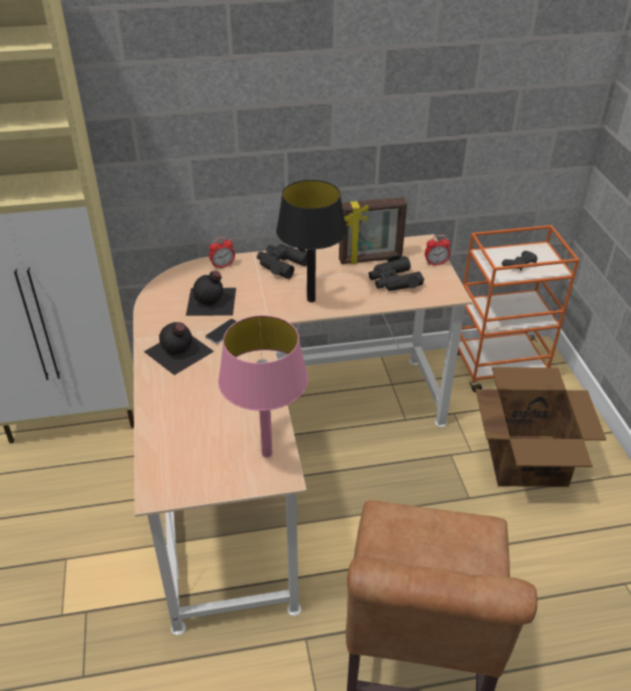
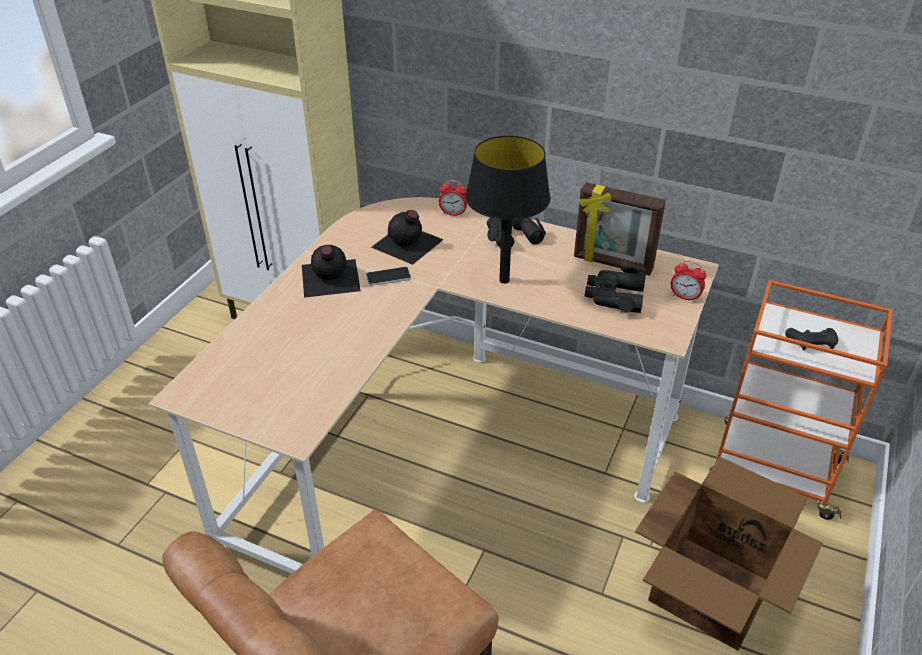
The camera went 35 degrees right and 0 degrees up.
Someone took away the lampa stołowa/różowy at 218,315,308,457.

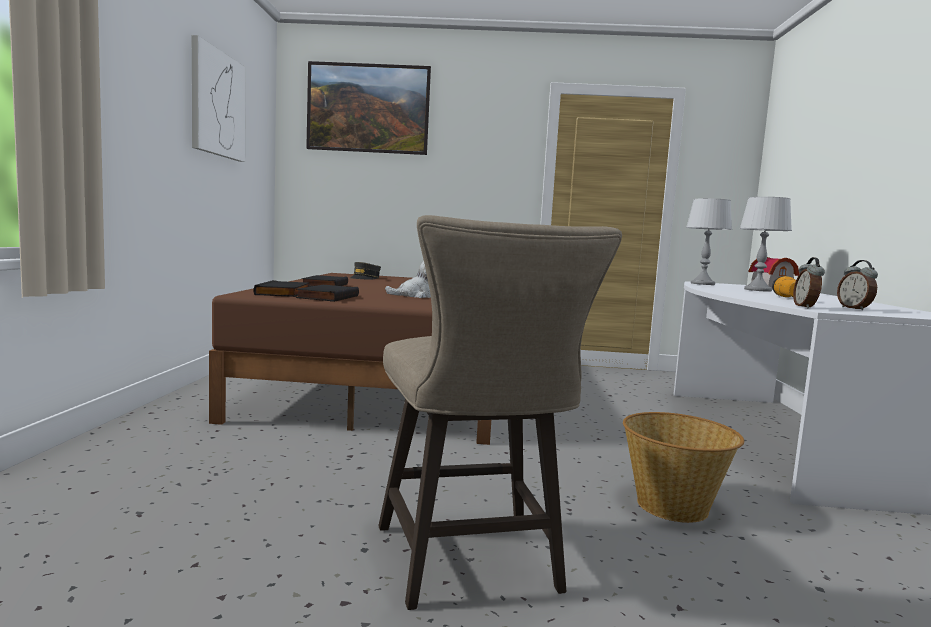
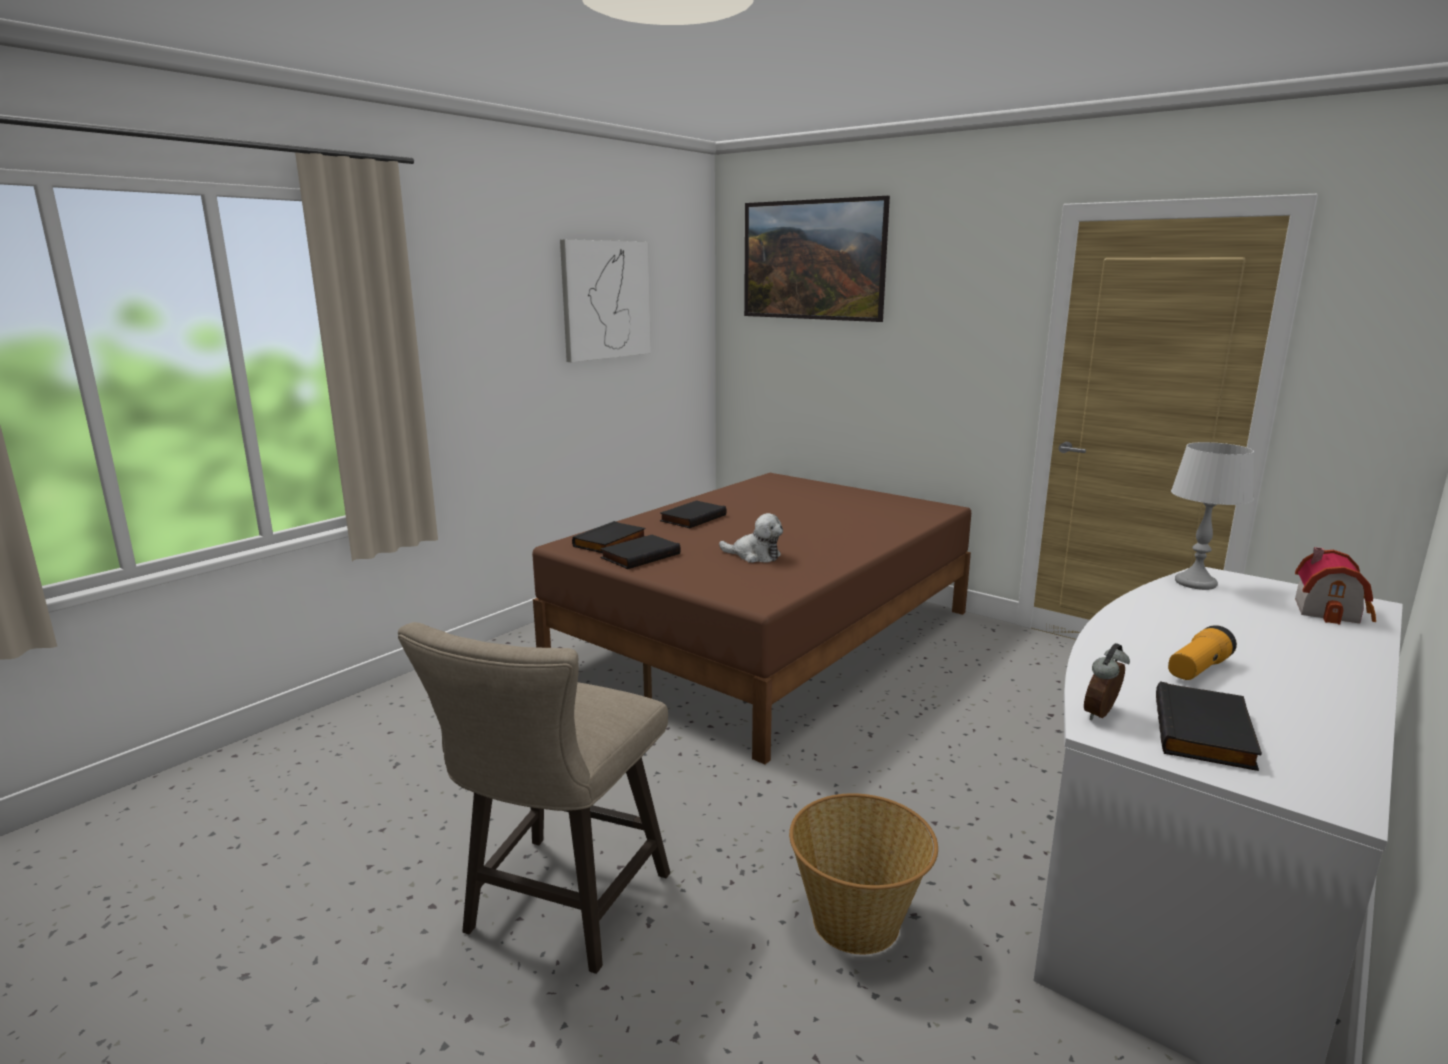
The camera went 35 degrees right and 10 degrees up.
Someone took away the czapka z daszkiem/szary at 350,262,381,280.
Someone took away the lampa stołowa/szary at 740,197,792,292.
Someone swapped the budzik at 837,260,878,310 for the książka/czarny at 1156,681,1262,771.

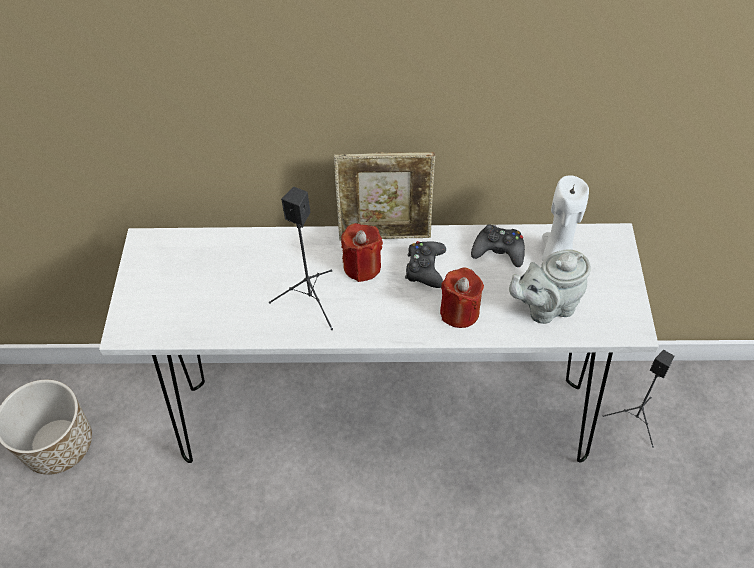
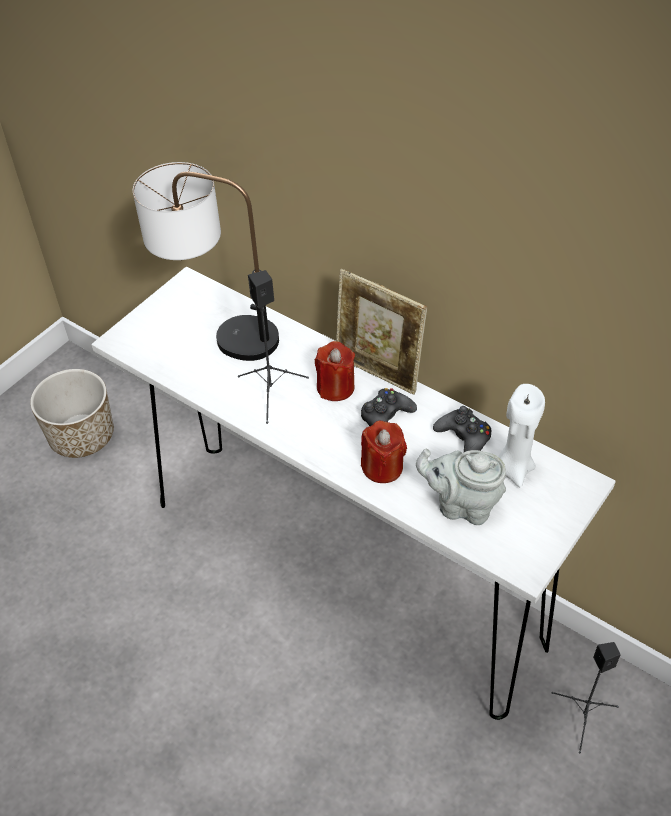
The camera went 35 degrees right and 5 degrees down.
Someone put down the lampa stołowa at 133,162,279,361.

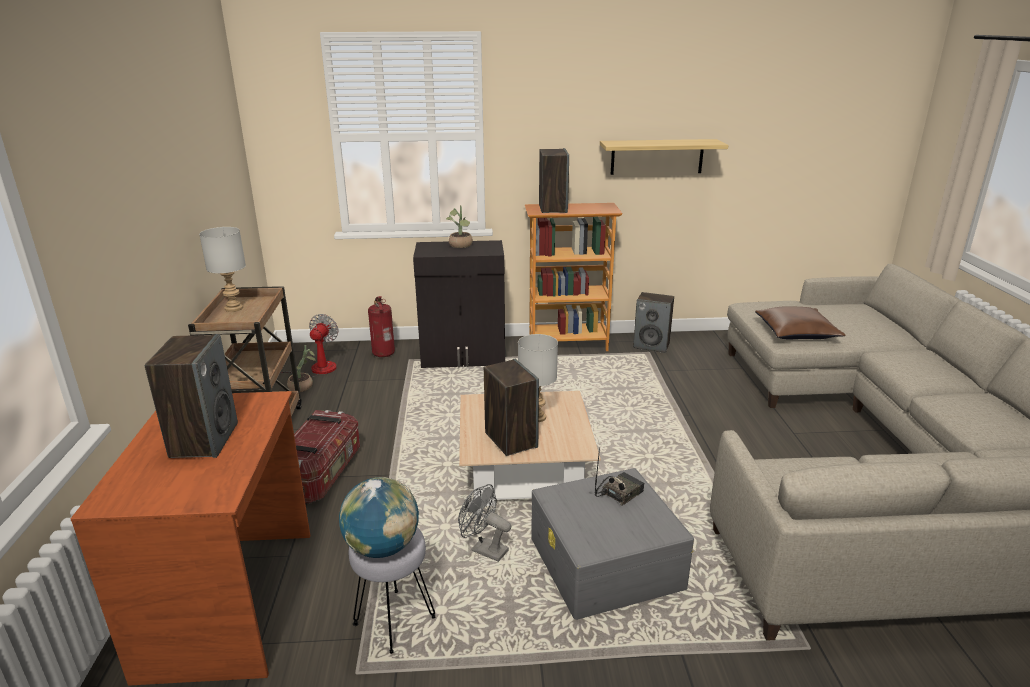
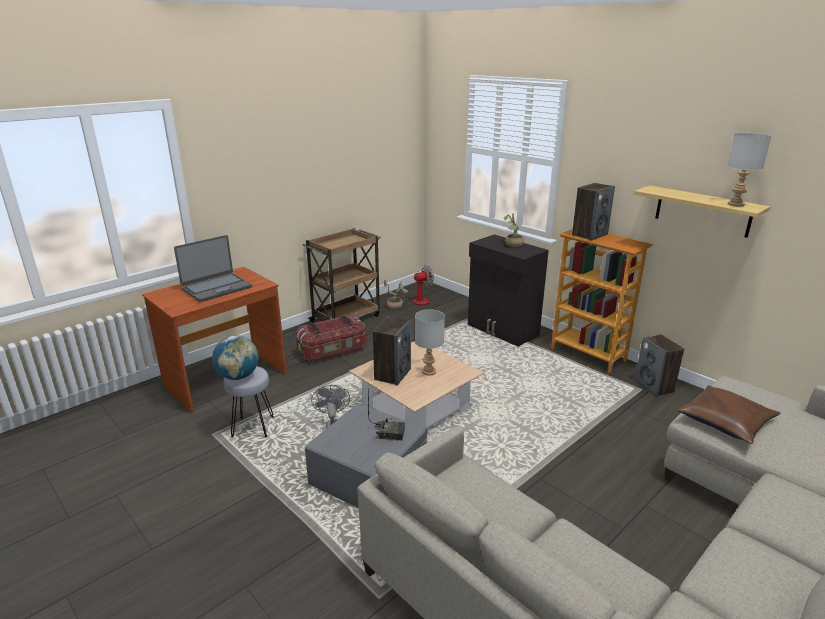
The camera went 50 degrees right and 0 degrees up.
Someone swapped the głośnik at 145,334,238,458 for the laptop at 174,235,252,302.
Someone carried the lampa stołowa/szary from 199,227,246,312 to 727,133,771,207.
Someone took away the gaśnica at 368,296,395,357.

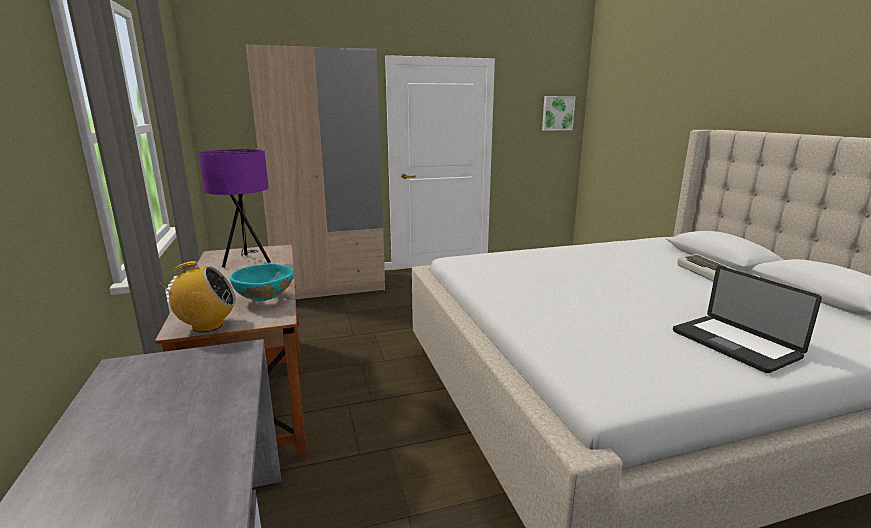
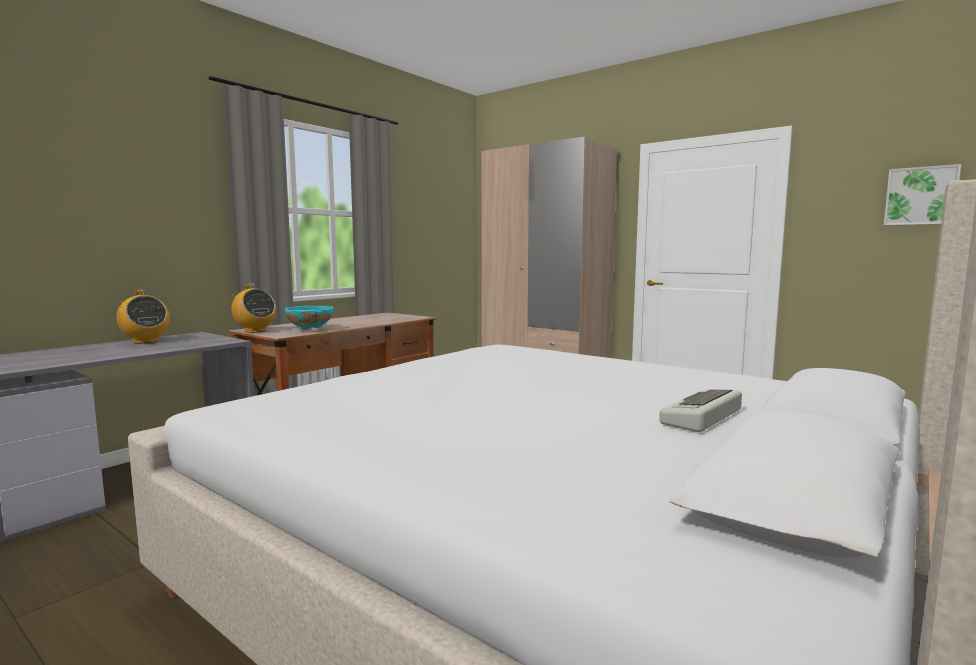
The camera went 55 degrees right and 10 degrees down.
Someone took away the lampa stołowa/fioletowy at 198,149,271,268.
Someone took away the laptop at 673,266,822,373.
Someone put down the radio at 116,290,170,344.

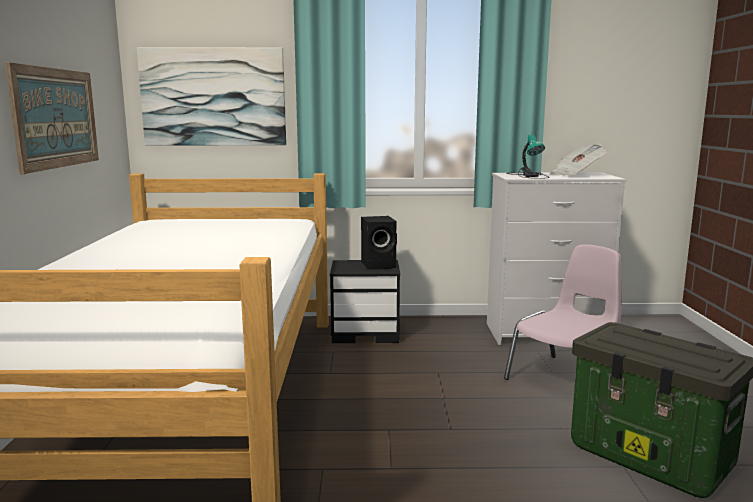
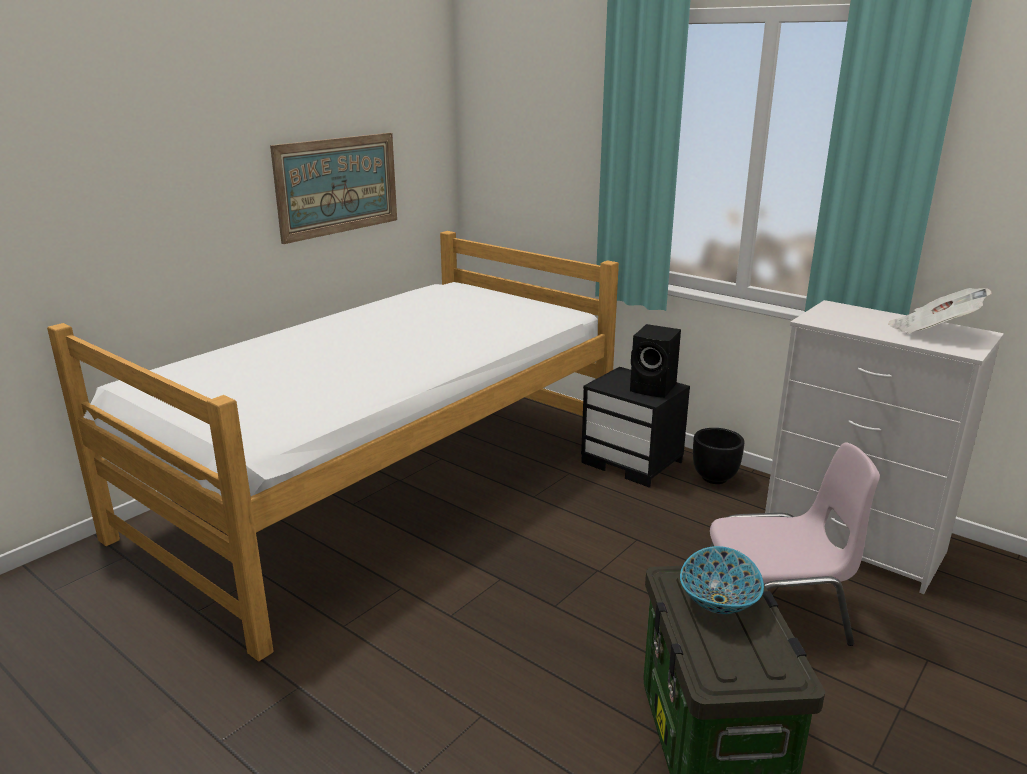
The camera went 40 degrees right and 10 degrees up.
Someone took away the obraz at 137,47,286,145.
Someone took away the lampa stołowa at 506,134,550,179.
Someone put down the miska at 680,546,764,614.
Someone put down the donica/czarny at 693,428,744,484.

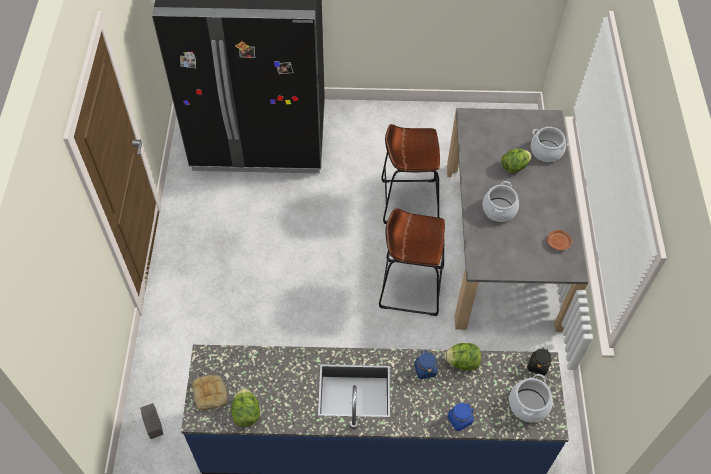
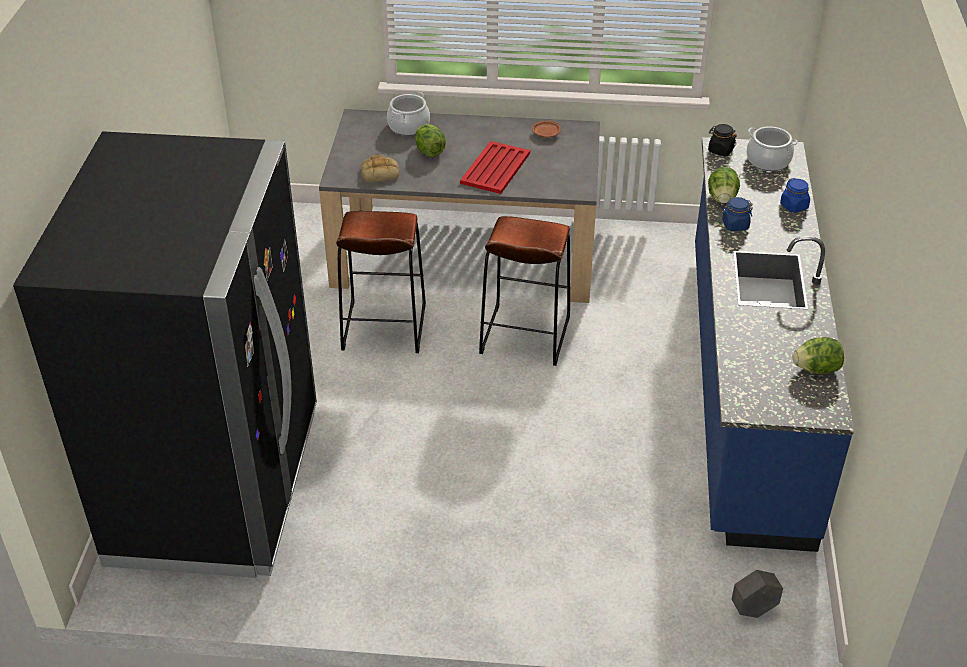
The camera went 85 degrees left and 15 degrees down.
Someone carried the chleb from 192,375,227,411 to 361,155,399,182.
Someone swapped the garnek at 482,181,519,222 for the taca/czerwony at 460,141,530,194.

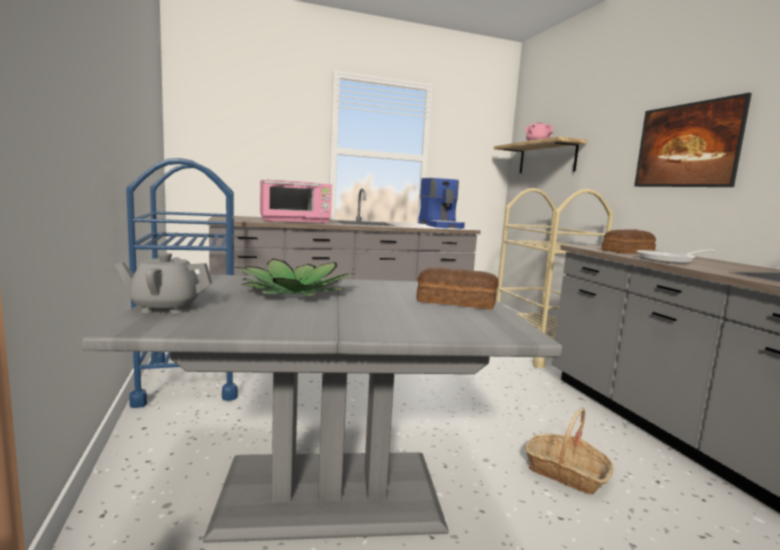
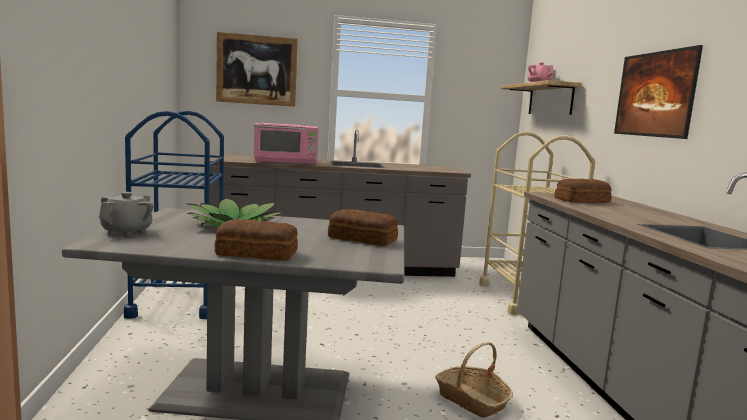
The camera went 10 degrees right and 0 degrees up.
Someone rotated the imbryk/szary at 115,253,212,314 by 105 degrees clockwise.
Someone took away the ekspres do kawy at 418,178,465,229.
Someone took away the patelnia at 637,250,715,264.
Someone put down the chleb at 214,219,298,261.
Someone put up the obraz at 216,32,298,107.

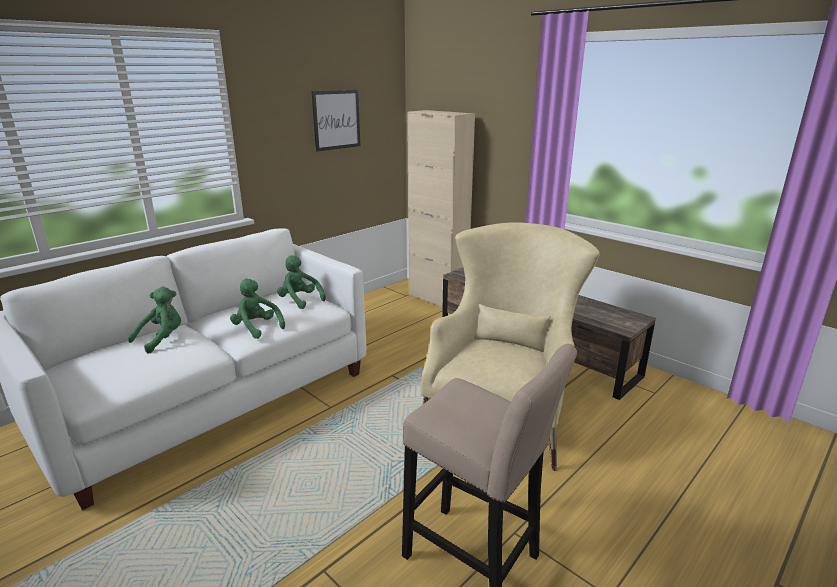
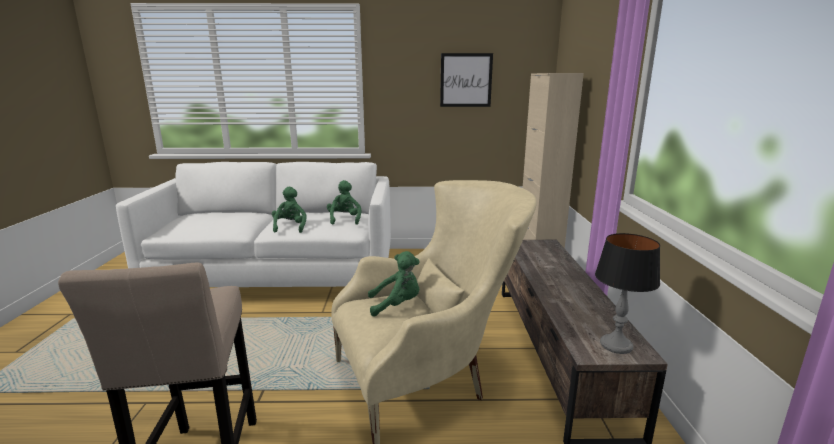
The camera went 45 degrees right and 5 degrees down.
Someone carried the pluszak/zielony from 128,287,181,354 to 368,251,419,317.
Someone put down the lampa stołowa at 595,233,660,354.

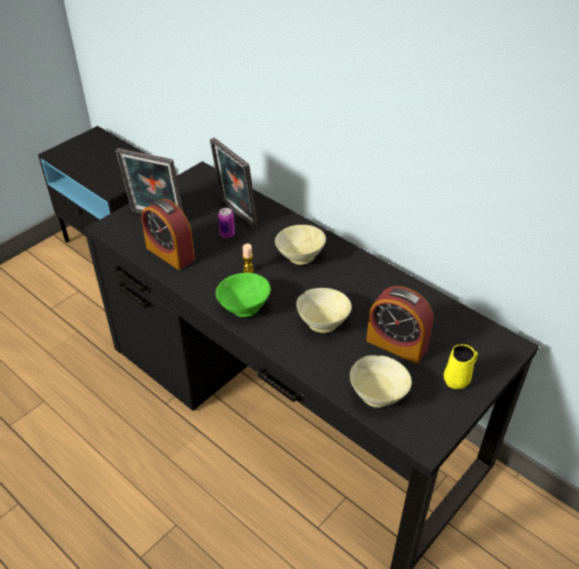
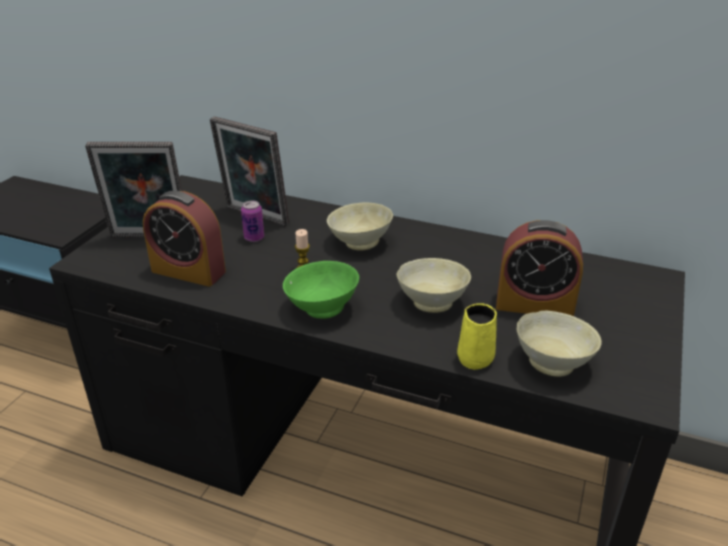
The camera went 20 degrees left and 10 degrees down.
Someone carried the kubek/żółty from 444,344,478,389 to 457,303,497,370.

